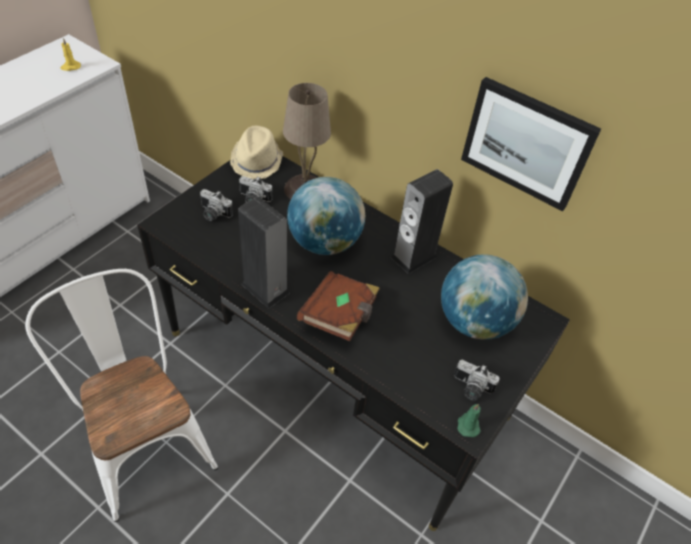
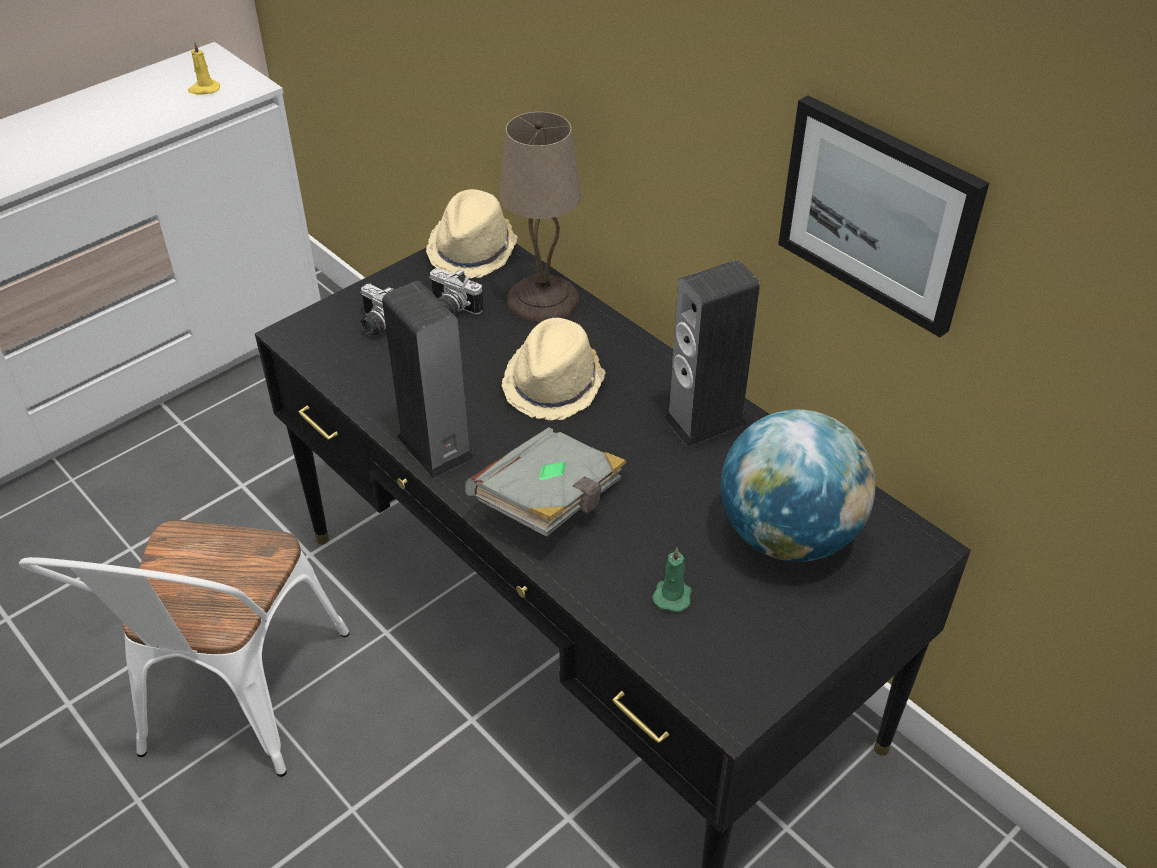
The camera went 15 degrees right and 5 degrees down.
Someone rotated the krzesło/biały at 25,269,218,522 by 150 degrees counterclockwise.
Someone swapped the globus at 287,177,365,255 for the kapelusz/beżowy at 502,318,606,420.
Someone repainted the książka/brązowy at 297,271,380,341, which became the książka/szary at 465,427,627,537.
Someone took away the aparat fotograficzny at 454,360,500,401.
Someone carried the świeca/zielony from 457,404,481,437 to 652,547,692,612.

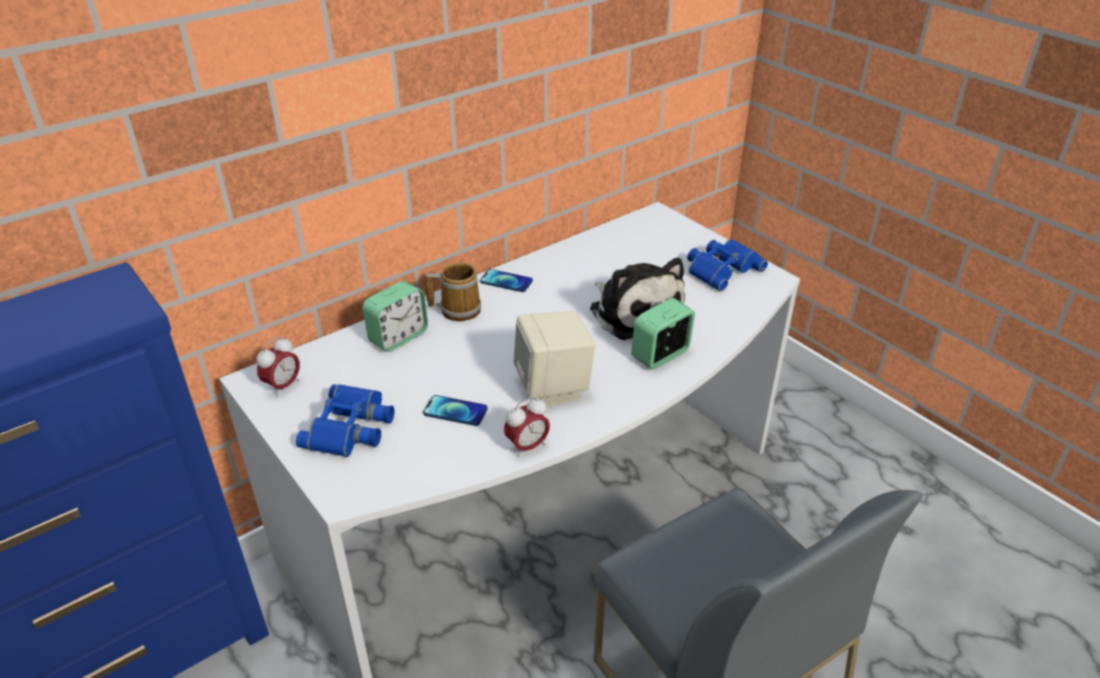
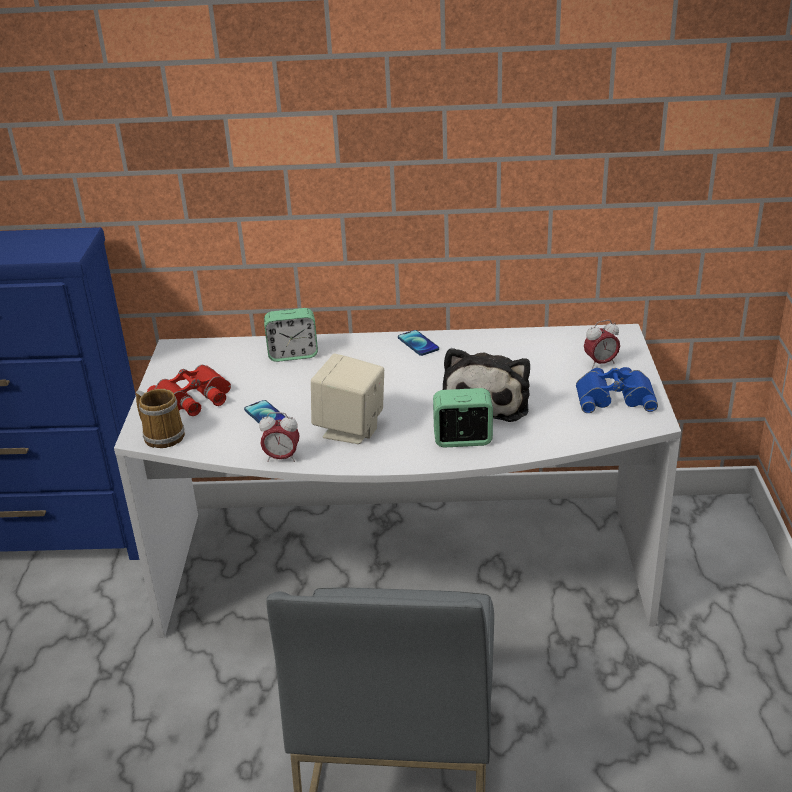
The camera went 40 degrees right and 5 degrees down.
Someone carried the budzik from 256,337,300,396 to 584,320,620,368.
Someone repainted the lornetka/niebieski at 296,384,395,457, which became the lornetka/czerwony at 147,365,231,416.
Someone carried the kubek from 425,263,481,322 to 136,389,185,448.

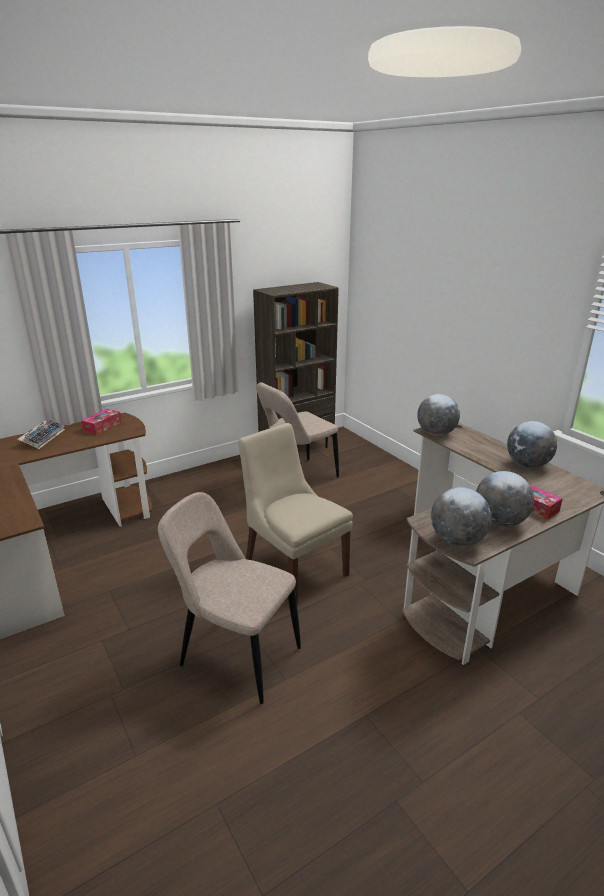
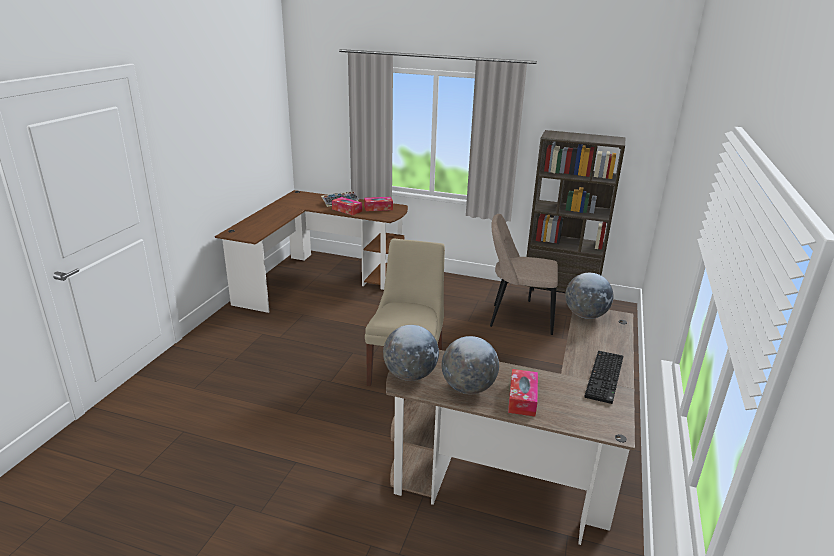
The camera went 50 degrees right and 0 degrees up.
Someone took away the krzesło/beżowy at 158,492,301,704.
Someone swapped the globus at 507,421,557,468 for the klawiatura at 584,351,623,404.
Someone put down the pudełko chusteczek at 332,197,362,215.

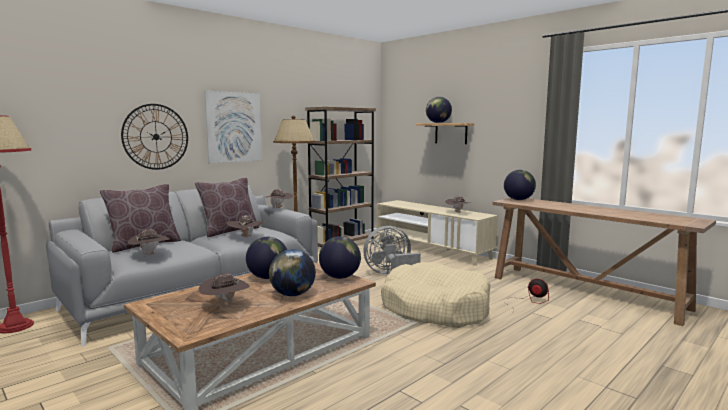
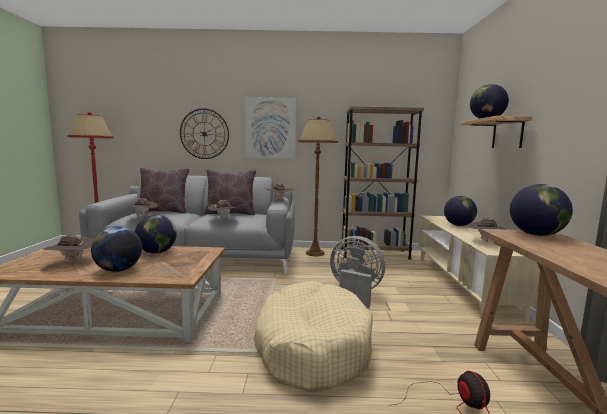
The camera went 45 degrees right and 0 degrees up.
Someone carried the globus from 319,236,361,279 to 444,196,477,226.

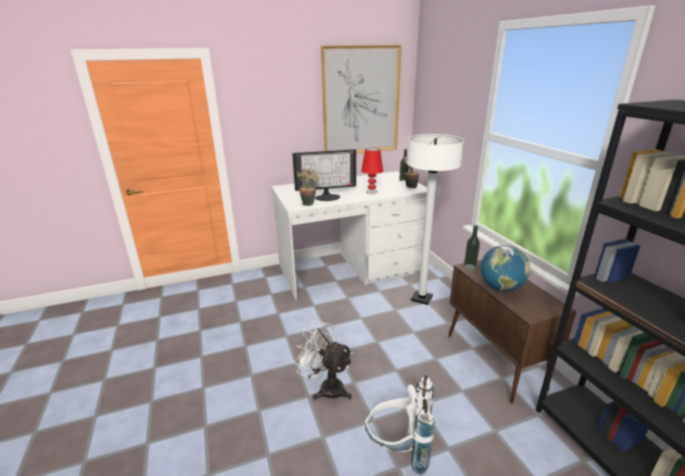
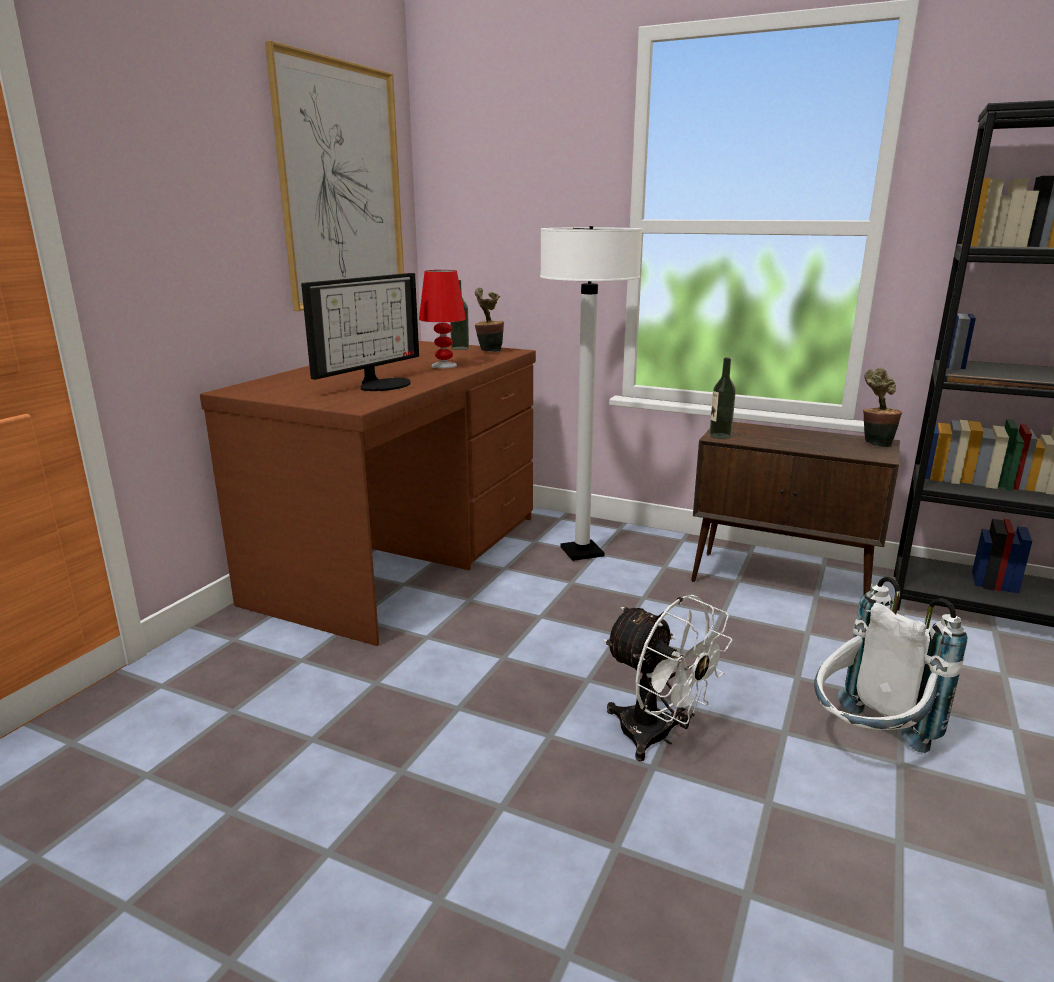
The camera went 45 degrees left and 5 degrees down.
Someone repainted the biurko/biały at 271,171,427,300, which became the biurko/brązowy at 200,341,536,646.
Someone rotated the wentylator/biały at 293,321,353,400 by 120 degrees counterclockwise.
Someone carried the roślina doniczkowa from 297,168,319,206 to 863,368,902,447.
Someone took away the globus at 480,245,530,292.

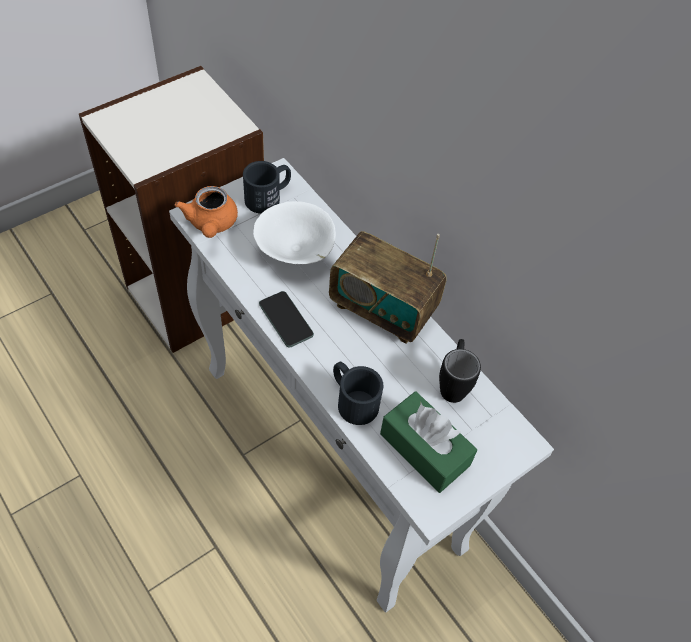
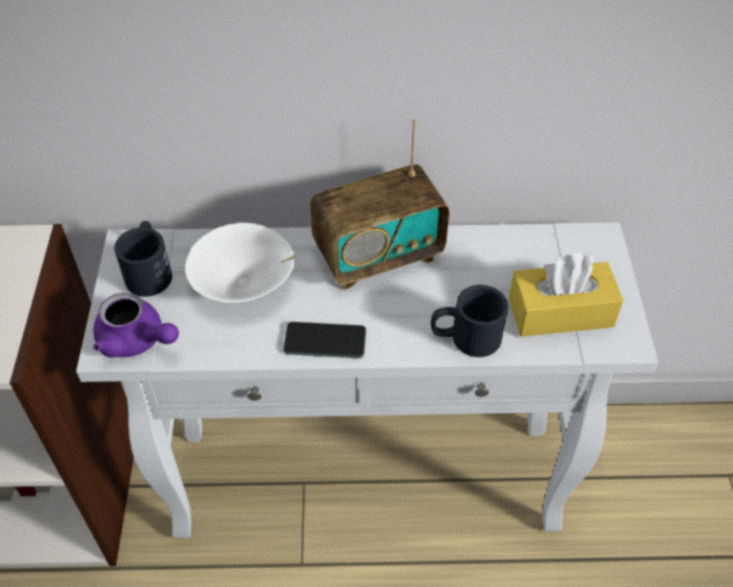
The camera went 50 degrees left and 5 degrees down.
Someone repainted the imbryk/pomarańczowy at 175,186,238,238, which became the imbryk/fioletowy at 93,292,179,358.
Someone repainted the pudełko chusteczek/zielony at 380,391,477,493, which became the pudełko chusteczek/żółty at 509,253,623,337.
Someone took away the kubek/czarny at 439,339,481,403.

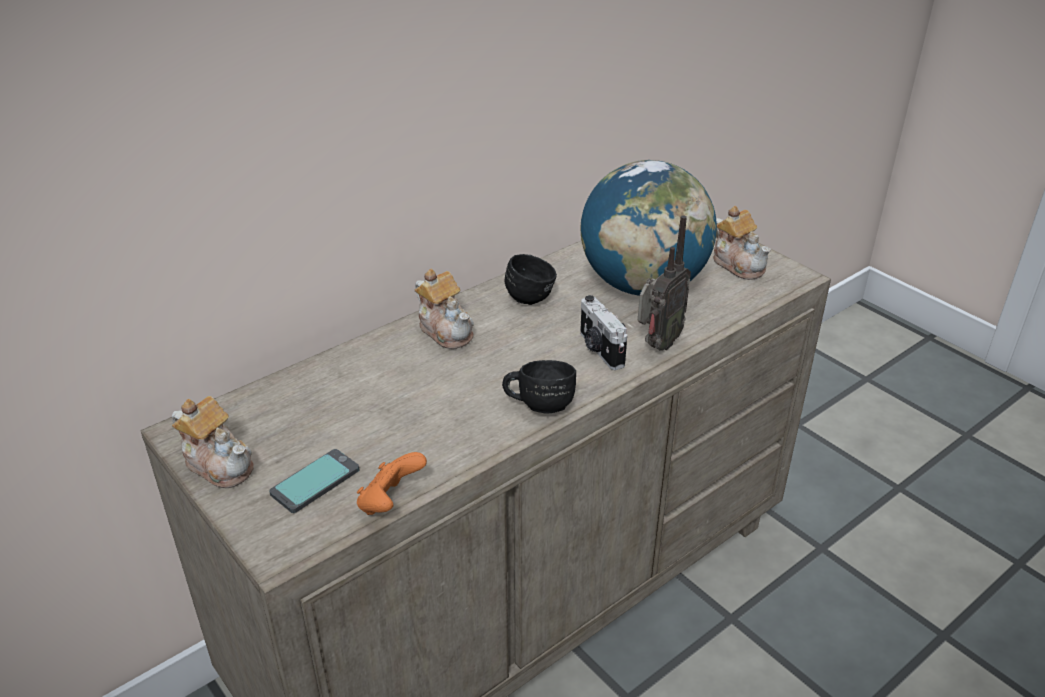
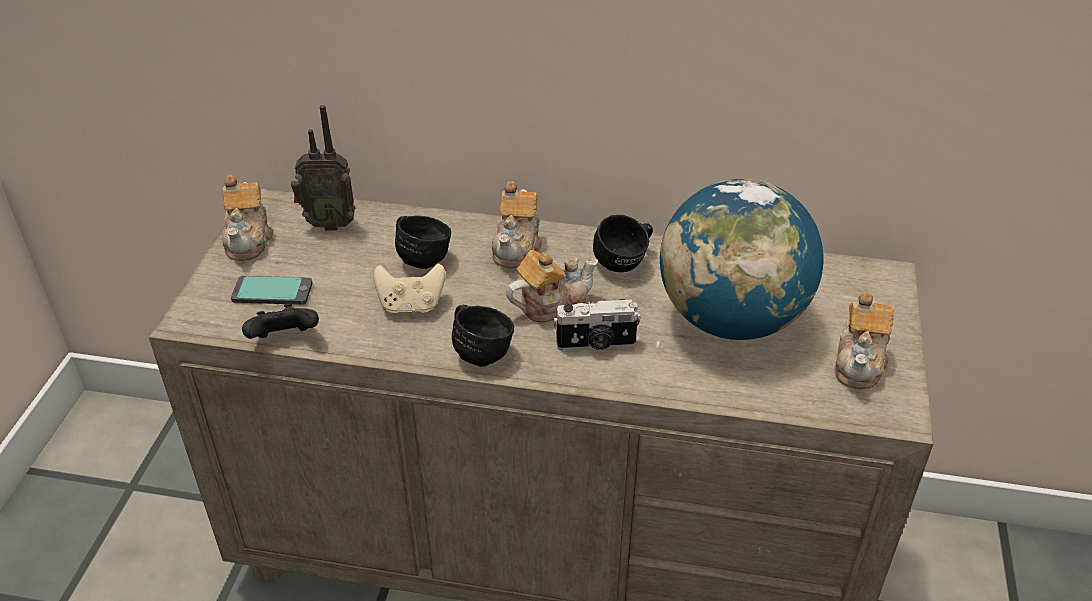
The camera went 50 degrees right and 5 degrees up.
Someone repainted the pad do gier/pomarańczowy at 357,452,427,515, which became the pad do gier/czarny at 242,304,319,339.
Someone rotated the aparat fotograficzny at 580,295,627,370 by 120 degrees counterclockwise.
Someone carried the radio from 638,215,691,351 to 291,105,355,231.
Someone put down the pad do gier/beżowy at 373,264,445,313.
Someone put down the kubek/czarny at 395,215,451,269.
Someone put down the imbryk at 506,250,598,322.

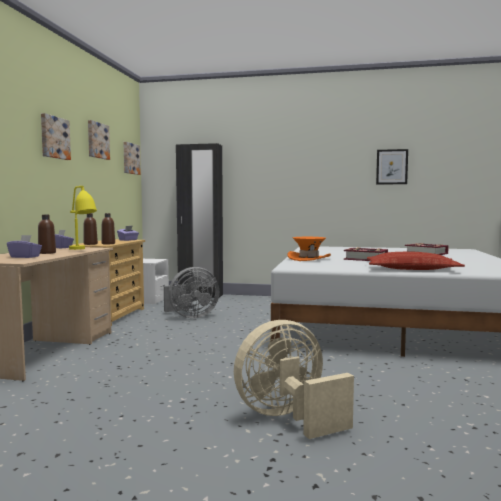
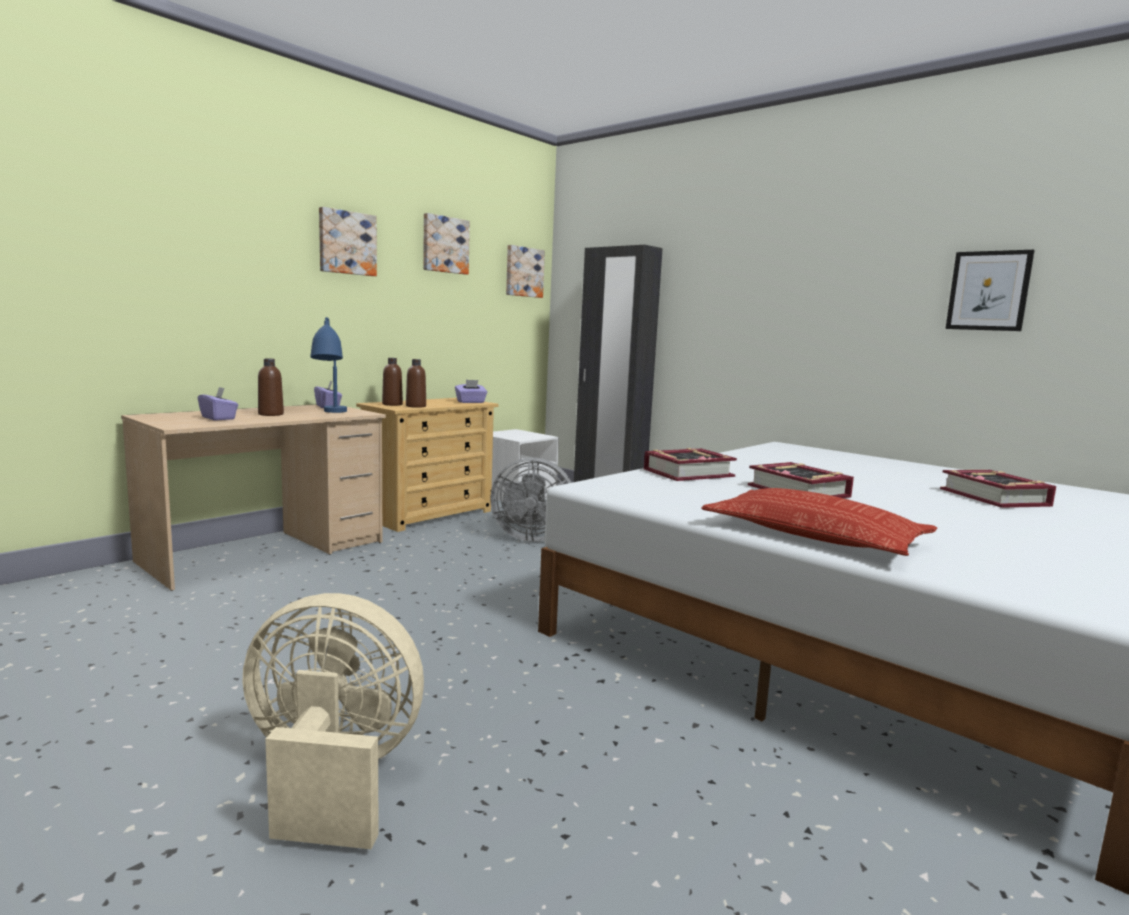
The camera went 30 degrees right and 5 degrees up.
Someone repainted the lampa stołowa/żółty at 69,186,97,250, which became the lampa stołowa/niebieski at 310,317,347,413.
Someone swapped the kapelusz/pomarańczowy at 288,237,331,261 for the książka at 644,448,737,481.

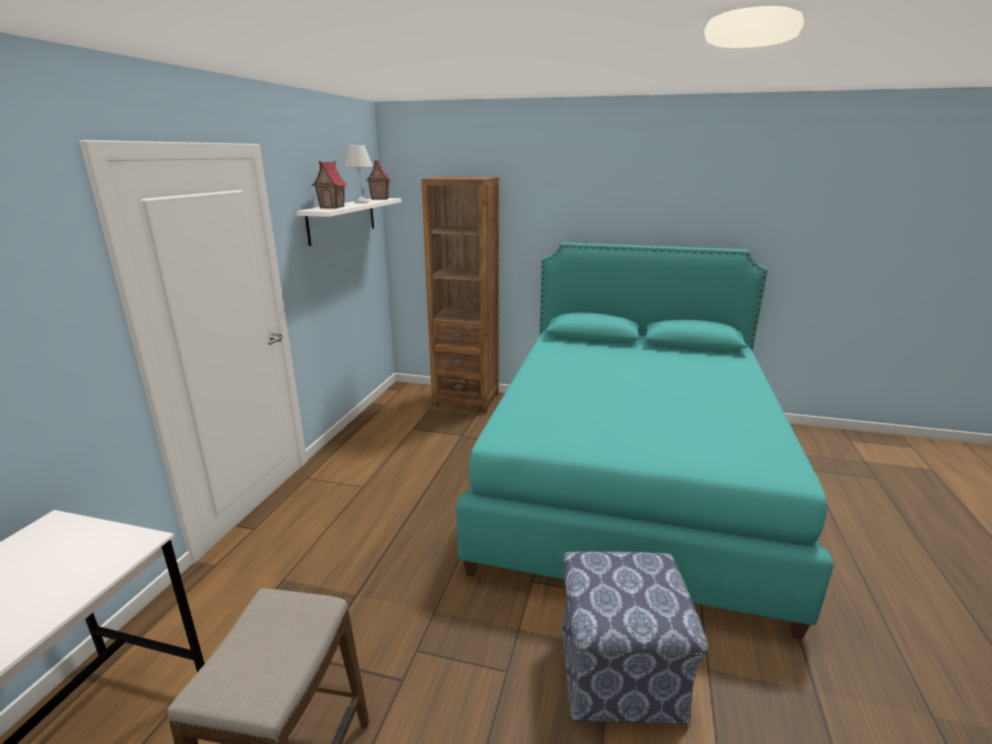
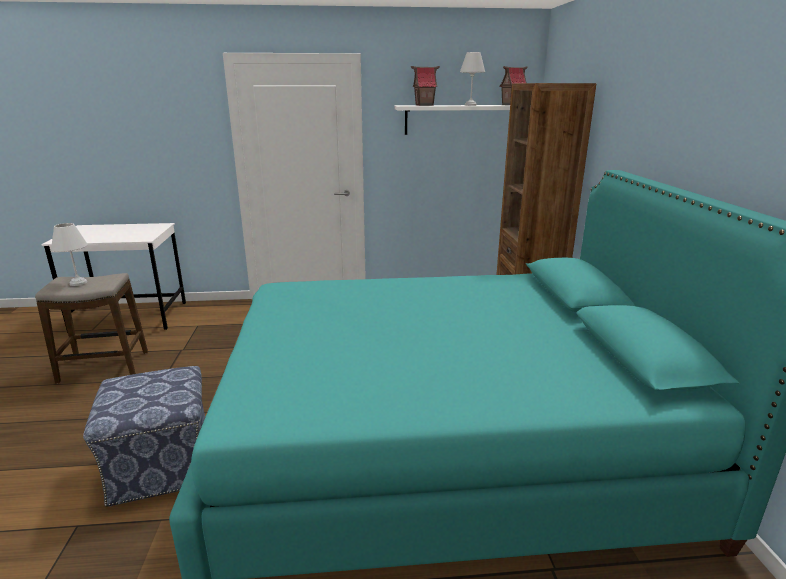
The camera went 70 degrees right and 0 degrees up.
Someone put down the lampa stołowa/biały at 51,223,87,286.

